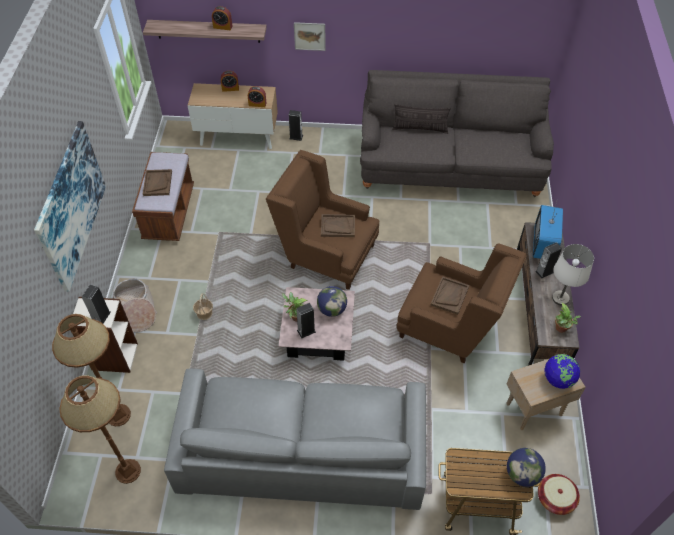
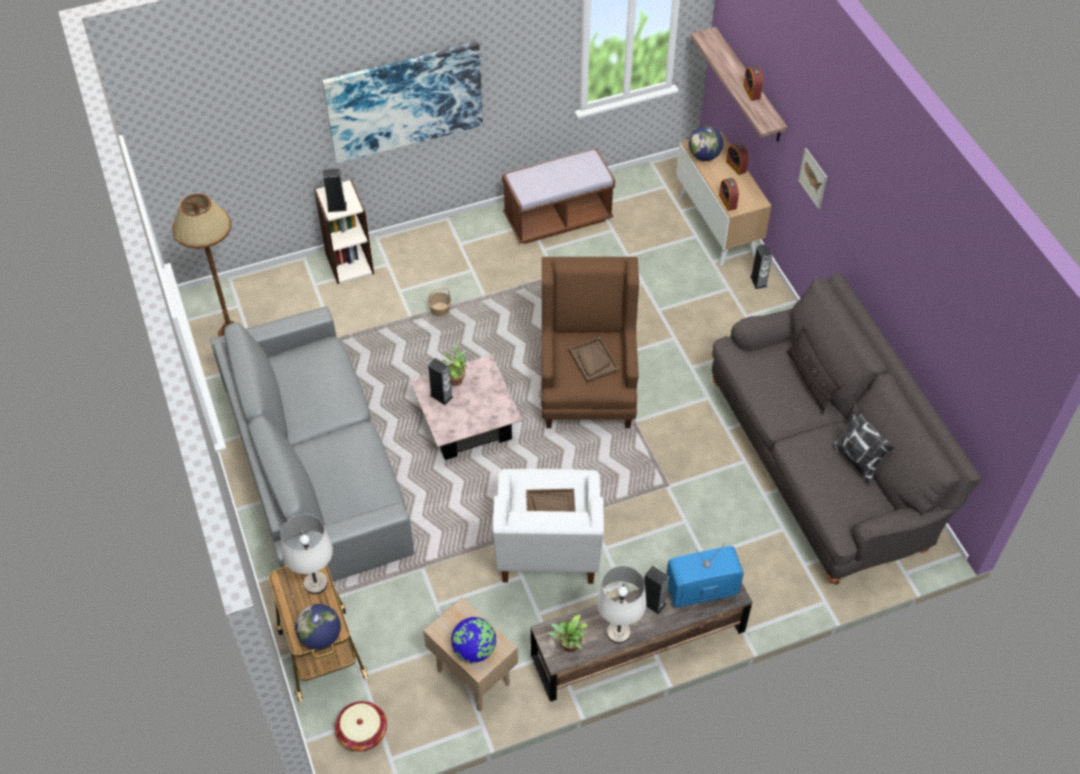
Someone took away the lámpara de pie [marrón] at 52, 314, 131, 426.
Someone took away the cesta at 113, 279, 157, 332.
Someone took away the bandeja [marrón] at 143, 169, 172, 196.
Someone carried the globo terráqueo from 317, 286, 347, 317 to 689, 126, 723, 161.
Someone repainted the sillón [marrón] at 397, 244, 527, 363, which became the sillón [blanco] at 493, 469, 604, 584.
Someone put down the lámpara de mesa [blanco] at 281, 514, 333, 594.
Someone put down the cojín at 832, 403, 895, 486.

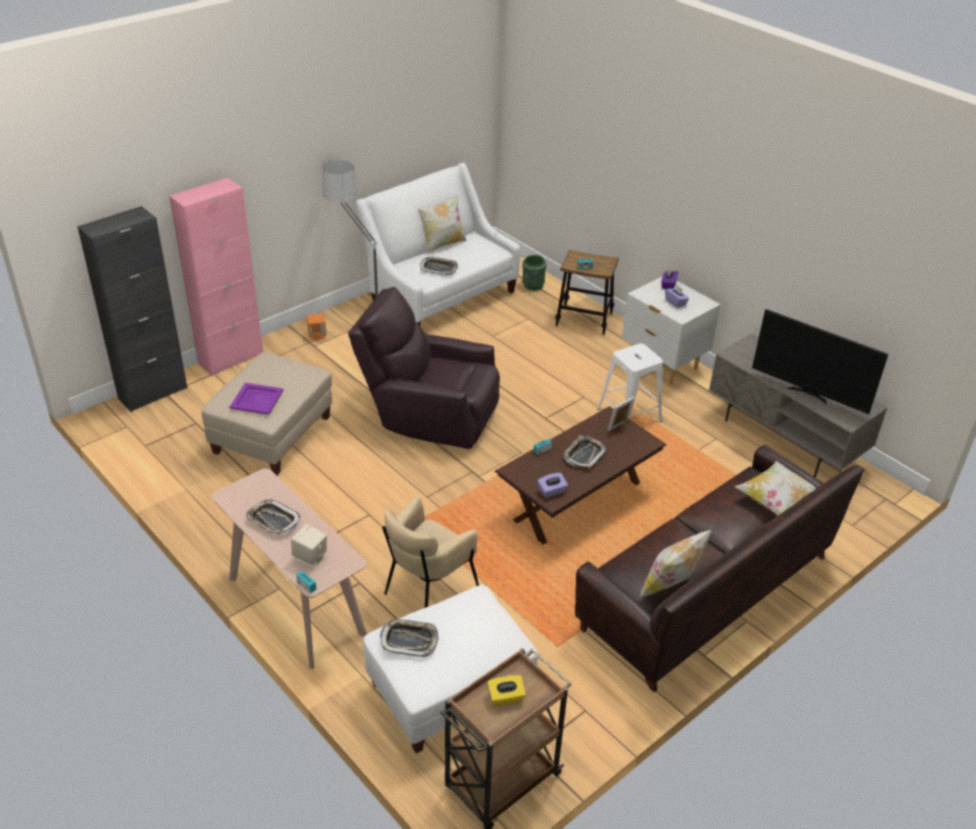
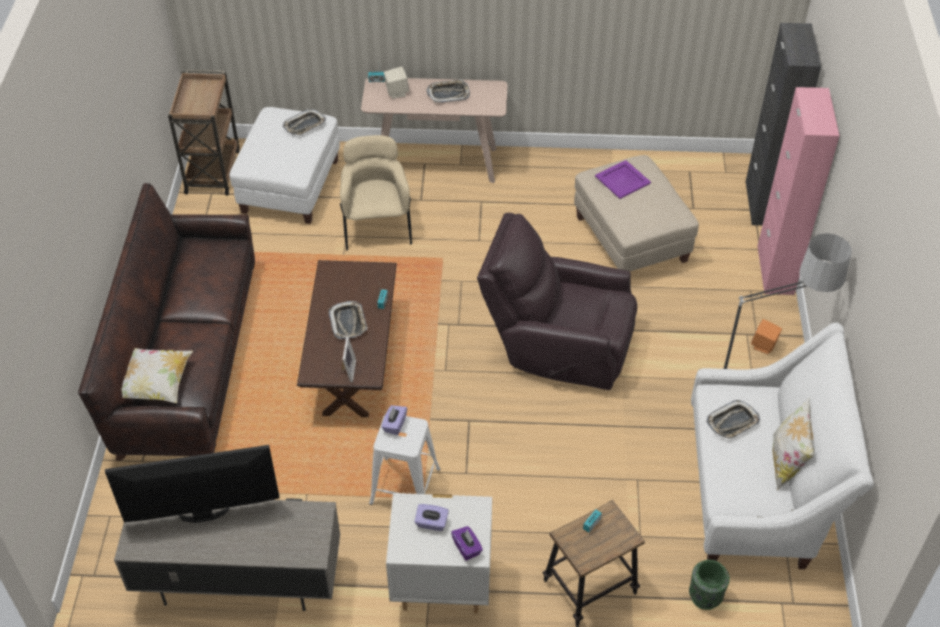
Someone rotated the sillón [marrón] at 348, 287, 500, 449 by 135 degrees counterclockwise.
Someone took away the caja de pañuelos [amarillo] at 487, 675, 526, 706.
Someone carried the caja de pañuelos [morado] from 537, 473, 568, 498 to 381, 405, 407, 435.
Someone took away the cojín at 640, 530, 711, 597.

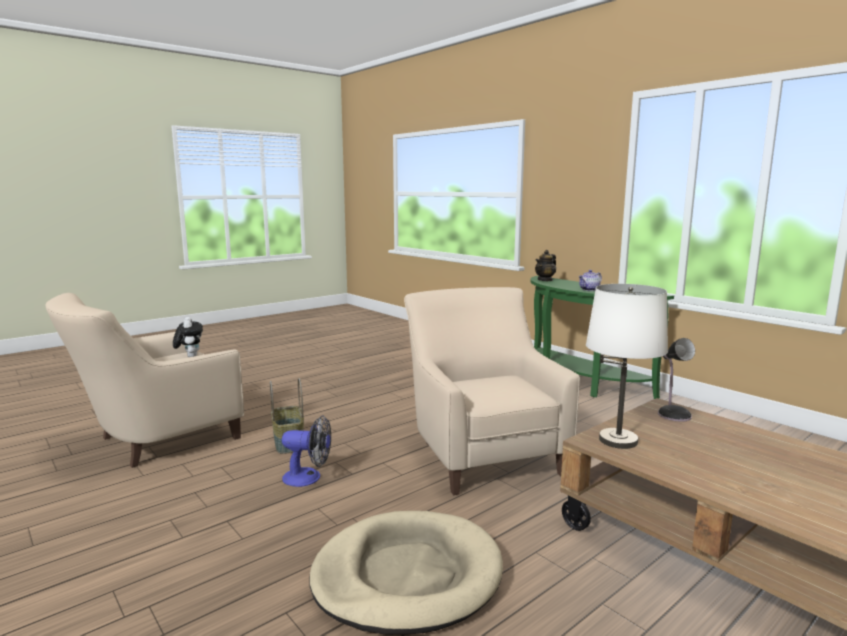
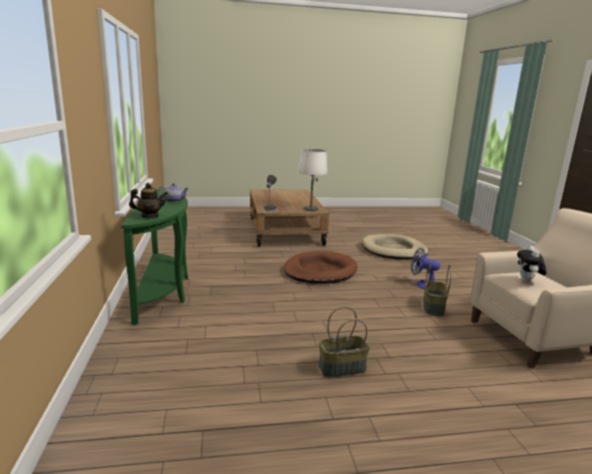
Someone swapped the sillón [beis] at 404, 287, 580, 495 for the cama para perro [marrón] at 284, 251, 357, 284.
Someone put down the cesta at 319, 307, 370, 377.

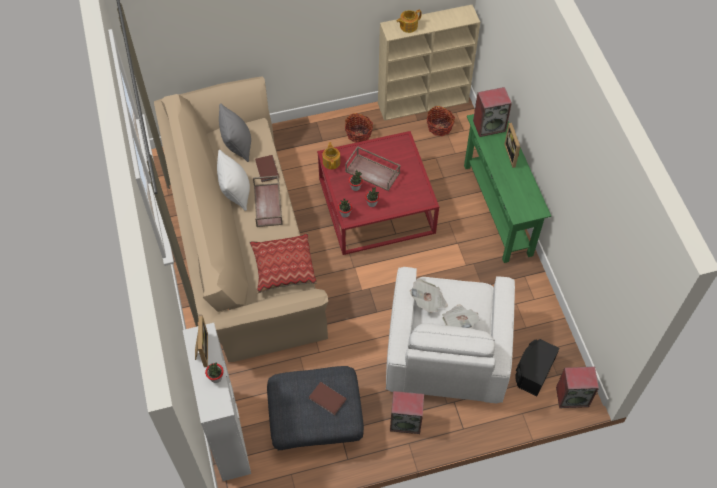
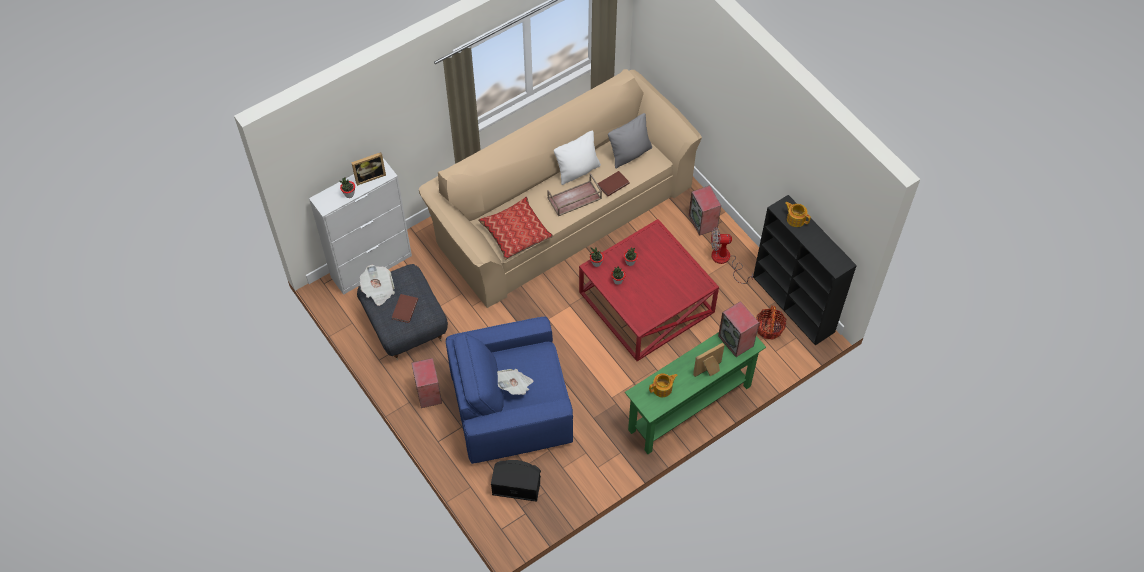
Someone carried the tetera from 323, 142, 340, 170 to 649, 373, 678, 397.
Someone swapped the cesta at 345, 113, 373, 143 for the ventilador at 711, 227, 753, 284.
Someone took away the bandeja [marrón] at 345, 146, 401, 191.
Someone repainted the estantería [beis] at 378, 5, 480, 121, which became the estantería [negro] at 753, 195, 857, 345.
Someone repainted the sillón [blanco] at 386, 267, 515, 404, which became the sillón [azul] at 446, 317, 573, 464.
Someone carried the periódico from 410, 280, 448, 313 to 360, 265, 395, 306.
Someone carried the altavoz from 556, 367, 599, 408 to 689, 185, 721, 236.

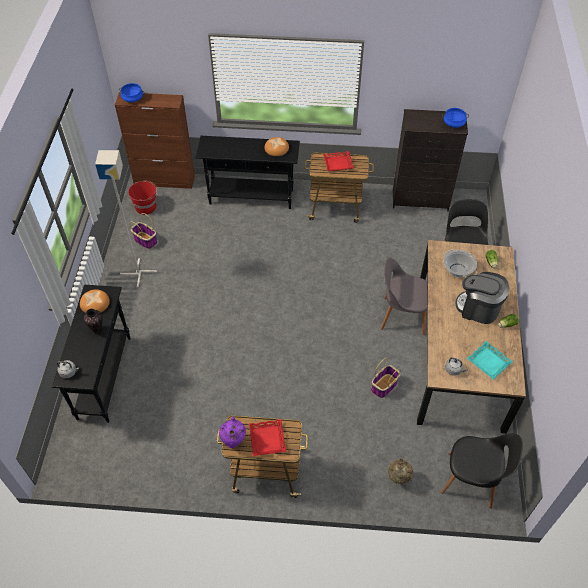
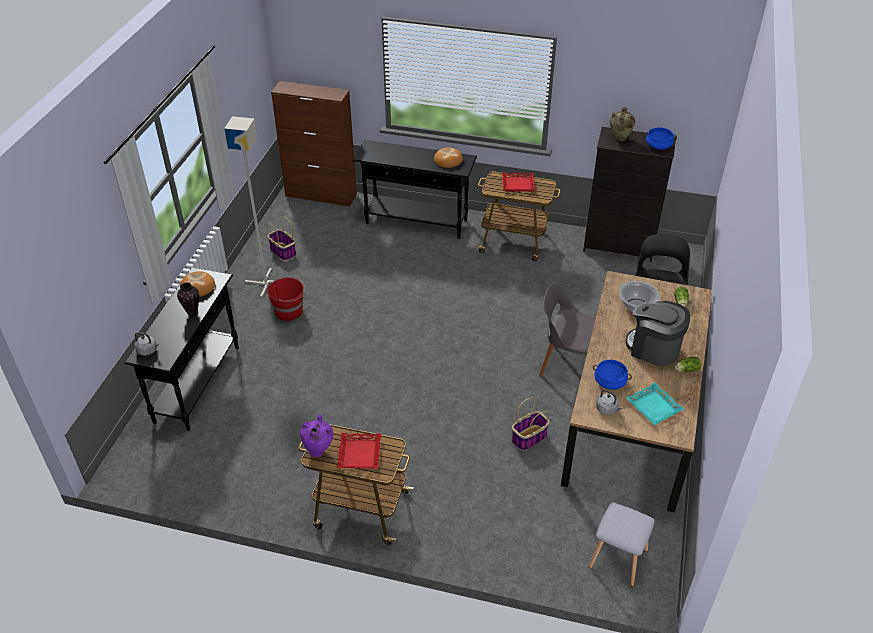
Someone carried the olla [azul] from 119, 83, 145, 102 to 593, 360, 632, 390.
Someone carried the cubo [rojo] from 128, 180, 157, 215 to 267, 277, 305, 321.
Someone carried the florero [beis] from 388, 458, 413, 484 to 610, 107, 635, 141.
Someone swapped the silla [negro] at 441, 434, 523, 509 for the taburete [gris] at 589, 502, 655, 586.

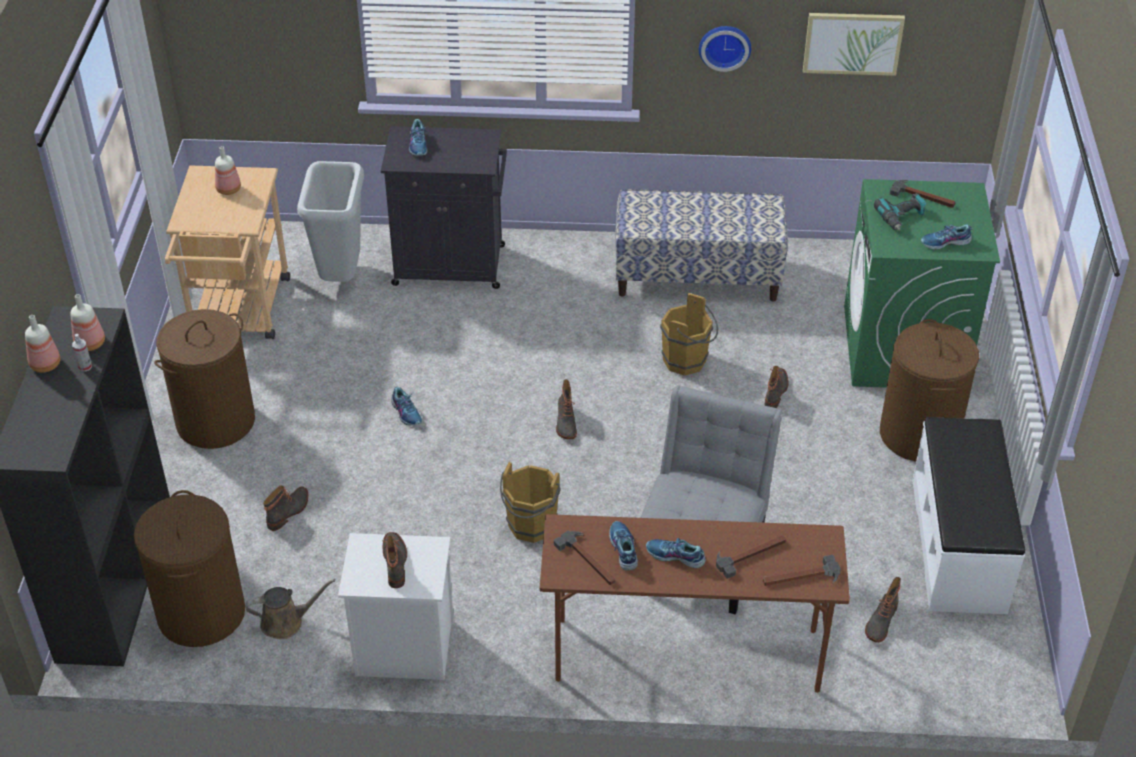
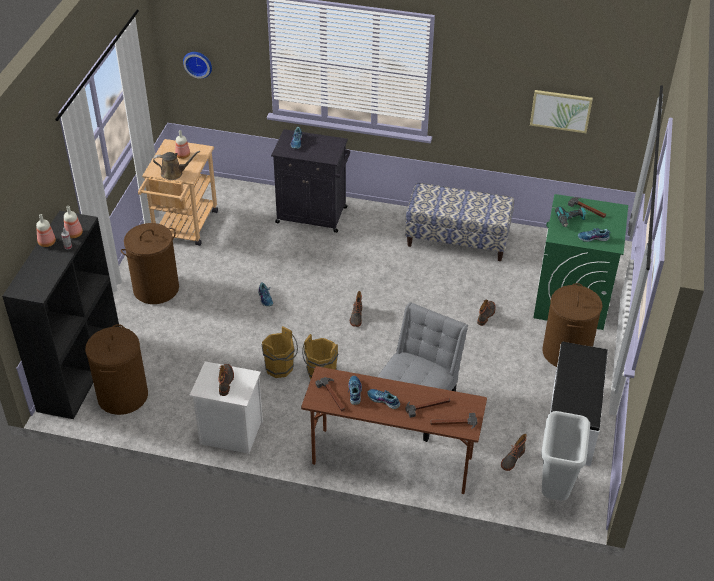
Someone carried the regadera [marrón] from 246, 579, 335, 639 to 153, 151, 200, 180.
Someone took away the bota at 263, 485, 308, 531.
Someone carried the papelera [gris] from 297, 161, 364, 282 to 541, 411, 590, 501.
Someone carried the cubo [marrón] from 660, 293, 718, 375 to 262, 326, 298, 378.
Someone carried the reloj de pared from 699, 26, 751, 72 to 183, 52, 212, 79.

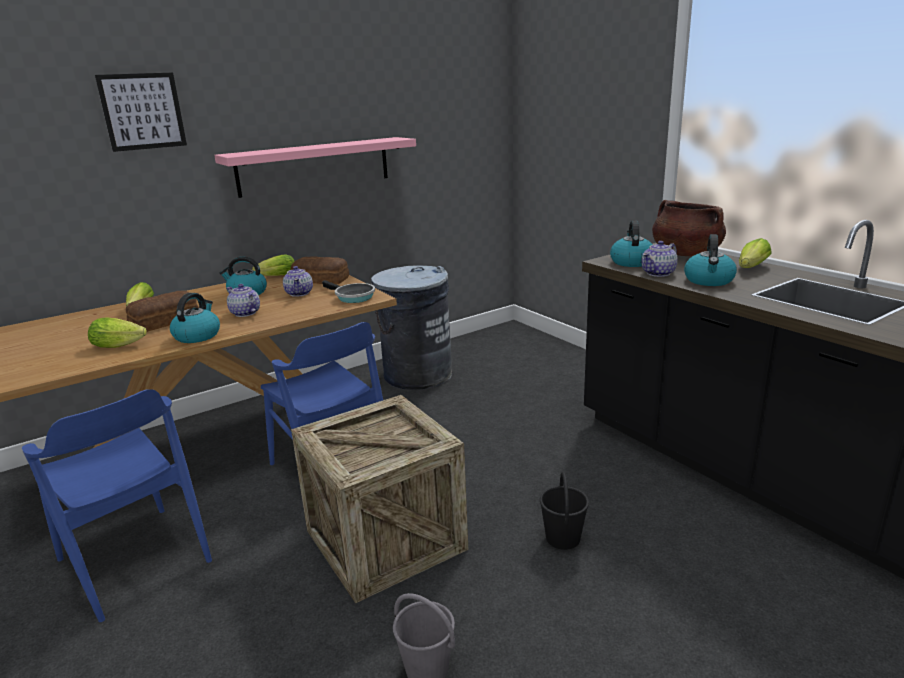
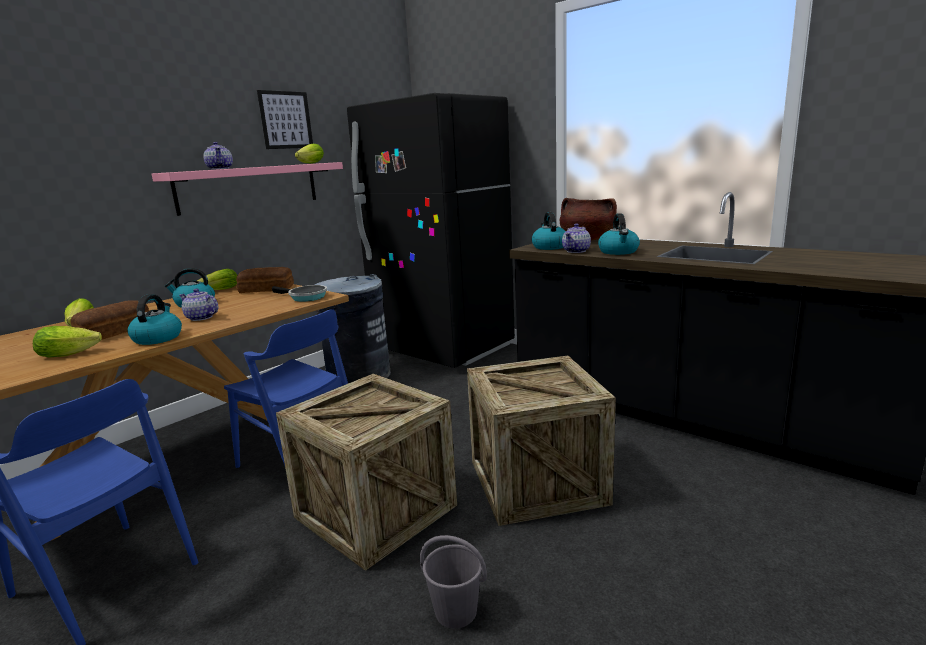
Someone carried the cuadro from 95, 73, 187, 152 to 257, 90, 313, 149.
Someone carried the tetera from 283, 266, 313, 297 to 203, 142, 233, 170.
Someone swapped the cubo [negro] at 540, 472, 589, 550 for the caja de embalaje at 467, 356, 616, 526.
Someone carried the lechuga from 739, 238, 772, 268 to 295, 144, 324, 164.
Someone put down the nevera [negro] at 347, 93, 515, 368.

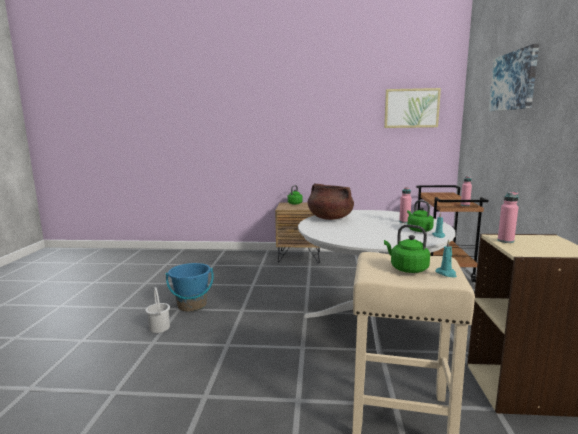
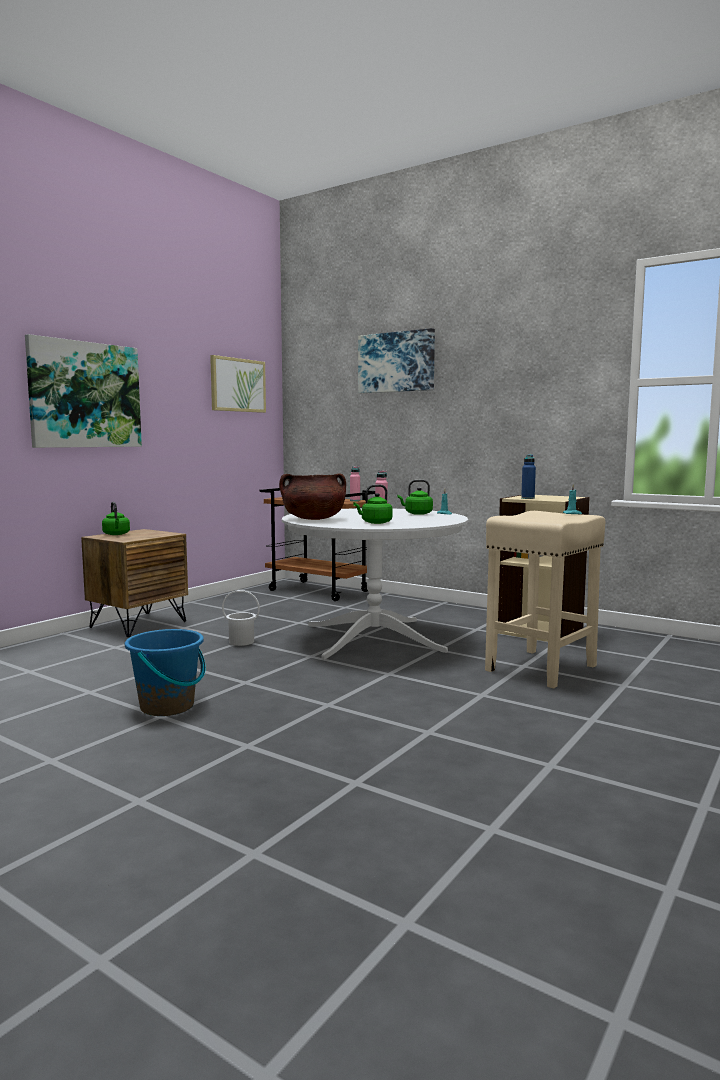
Someone carried the cubo [blanco] from 145, 287, 170, 333 to 222, 590, 260, 646.
Someone carried the hervidor [verde] from 384, 224, 430, 273 to 353, 484, 392, 524.
Someone repainted the botella [rosa] at 498, 192, 518, 243, which became the botella [azul] at 521, 454, 536, 499.
Someone put up the cuadro at 25, 334, 142, 448.

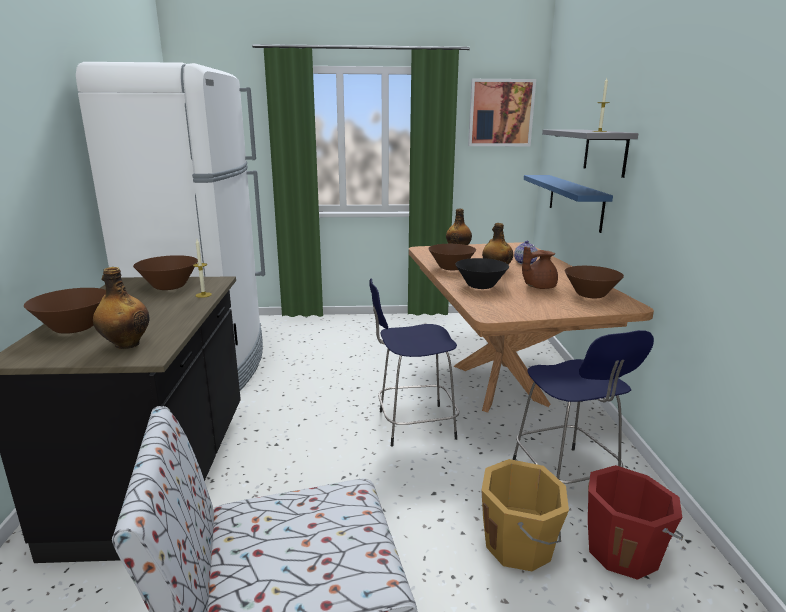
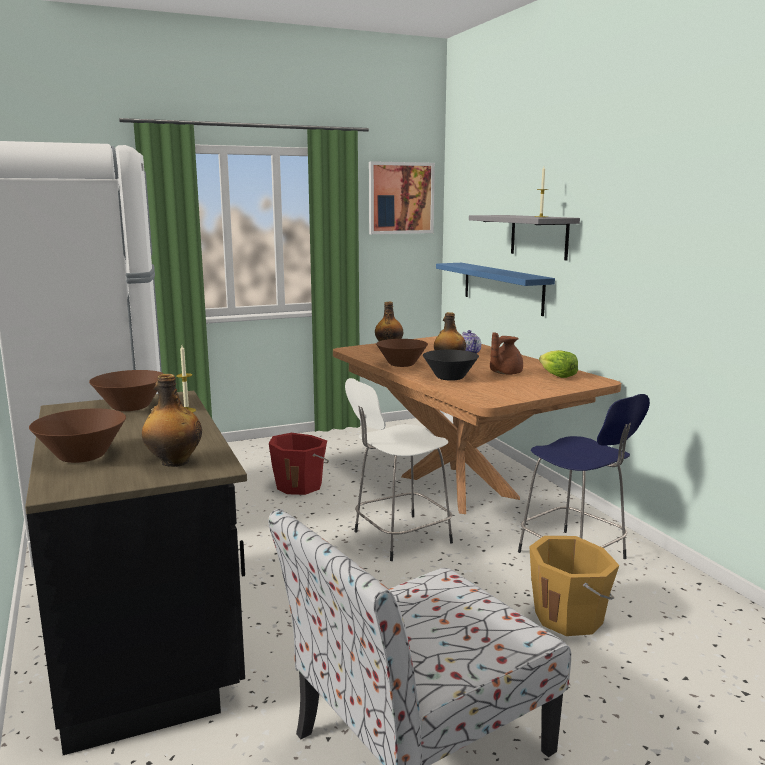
Someone repainted the taburete [azul] at 369, 279, 459, 447, which became the taburete [blanco] at 345, 378, 453, 561.
Someone swapped the cuenco [marrón] at 565, 266, 624, 298 for the lechuga at 539, 350, 578, 378.
Someone carried the cubo [rojo] from 588, 465, 683, 580 to 269, 433, 329, 495.

